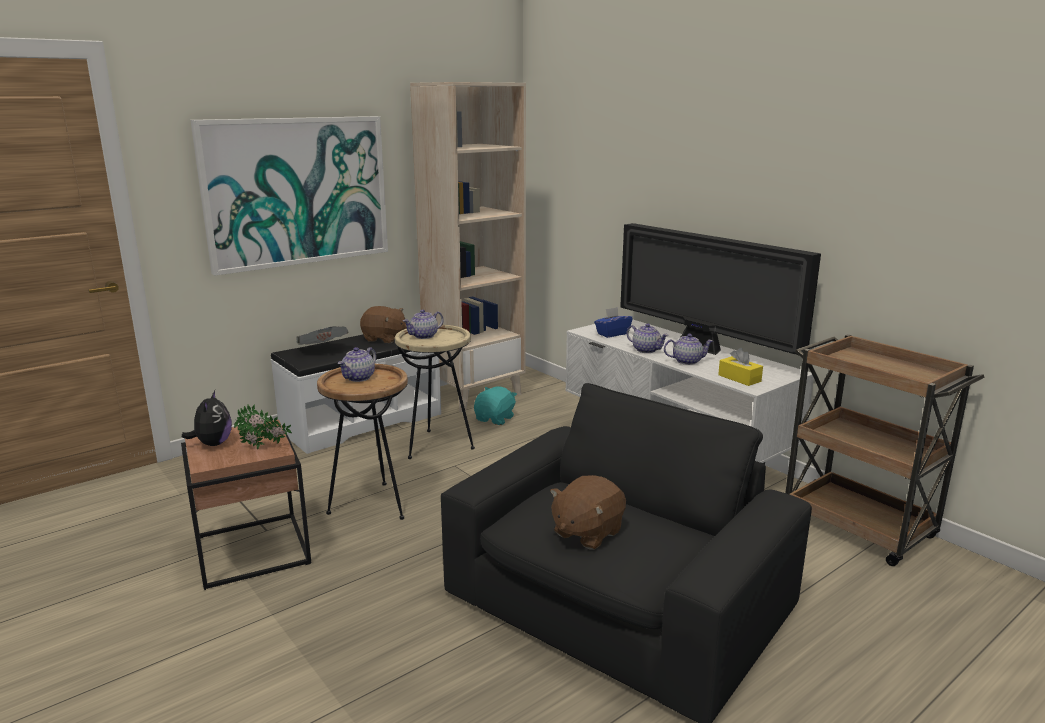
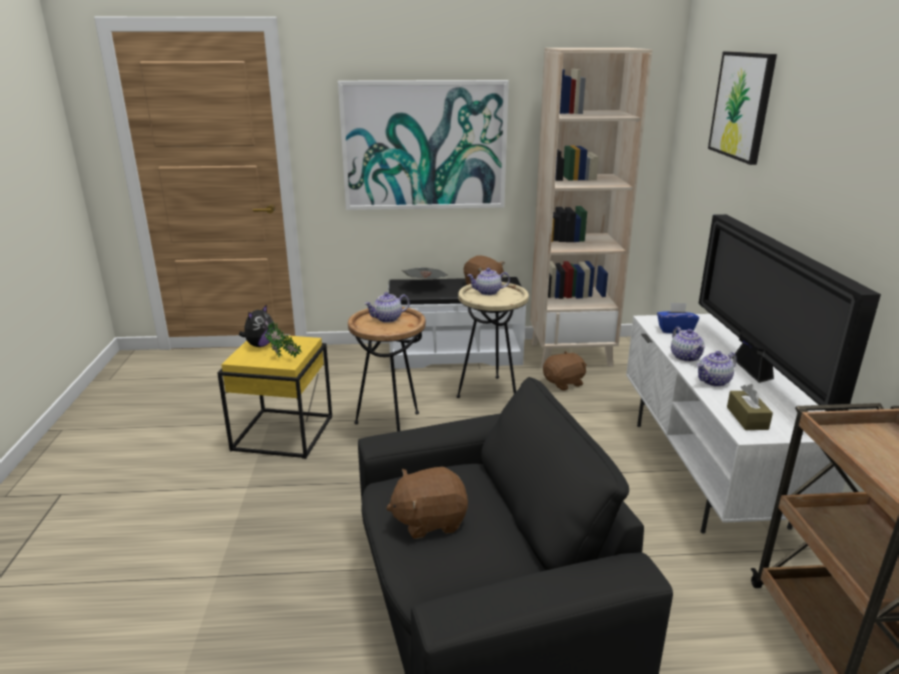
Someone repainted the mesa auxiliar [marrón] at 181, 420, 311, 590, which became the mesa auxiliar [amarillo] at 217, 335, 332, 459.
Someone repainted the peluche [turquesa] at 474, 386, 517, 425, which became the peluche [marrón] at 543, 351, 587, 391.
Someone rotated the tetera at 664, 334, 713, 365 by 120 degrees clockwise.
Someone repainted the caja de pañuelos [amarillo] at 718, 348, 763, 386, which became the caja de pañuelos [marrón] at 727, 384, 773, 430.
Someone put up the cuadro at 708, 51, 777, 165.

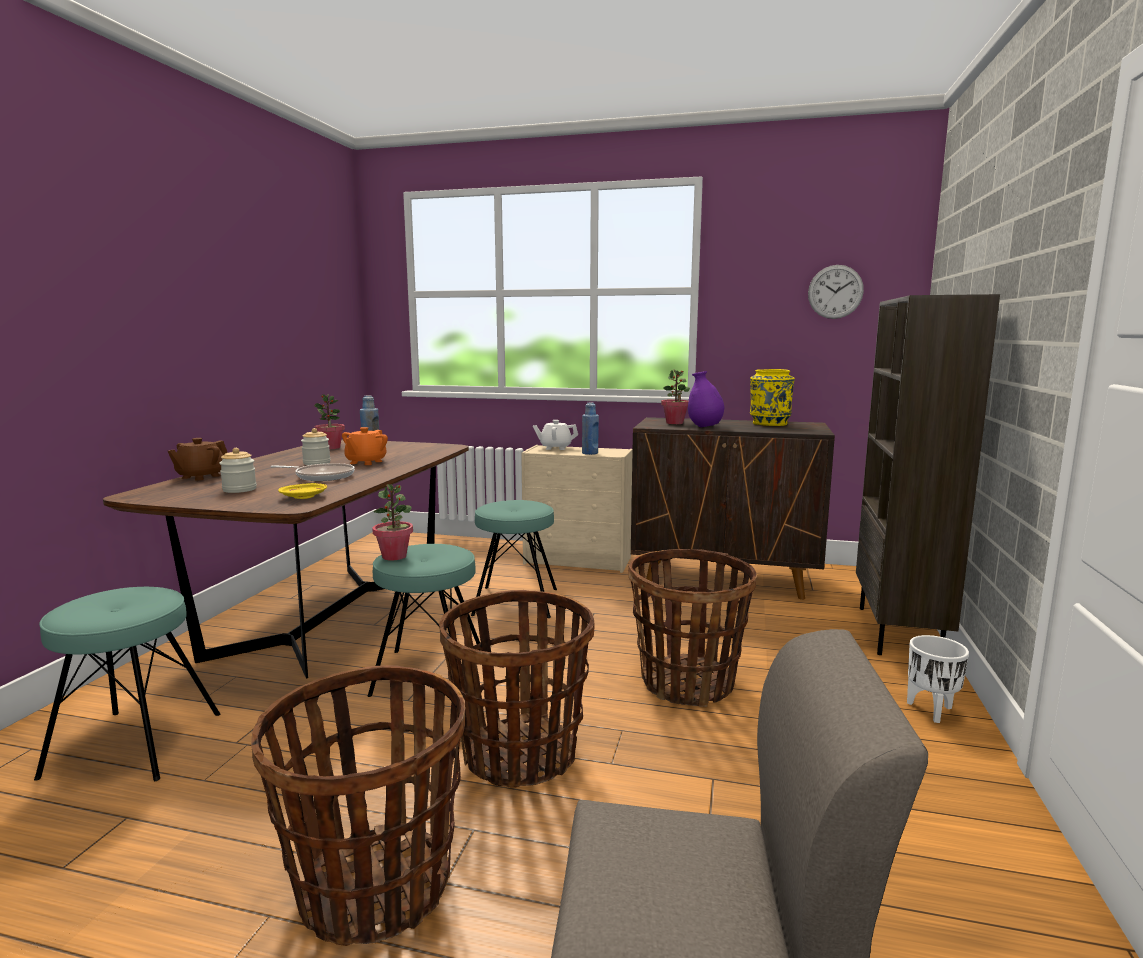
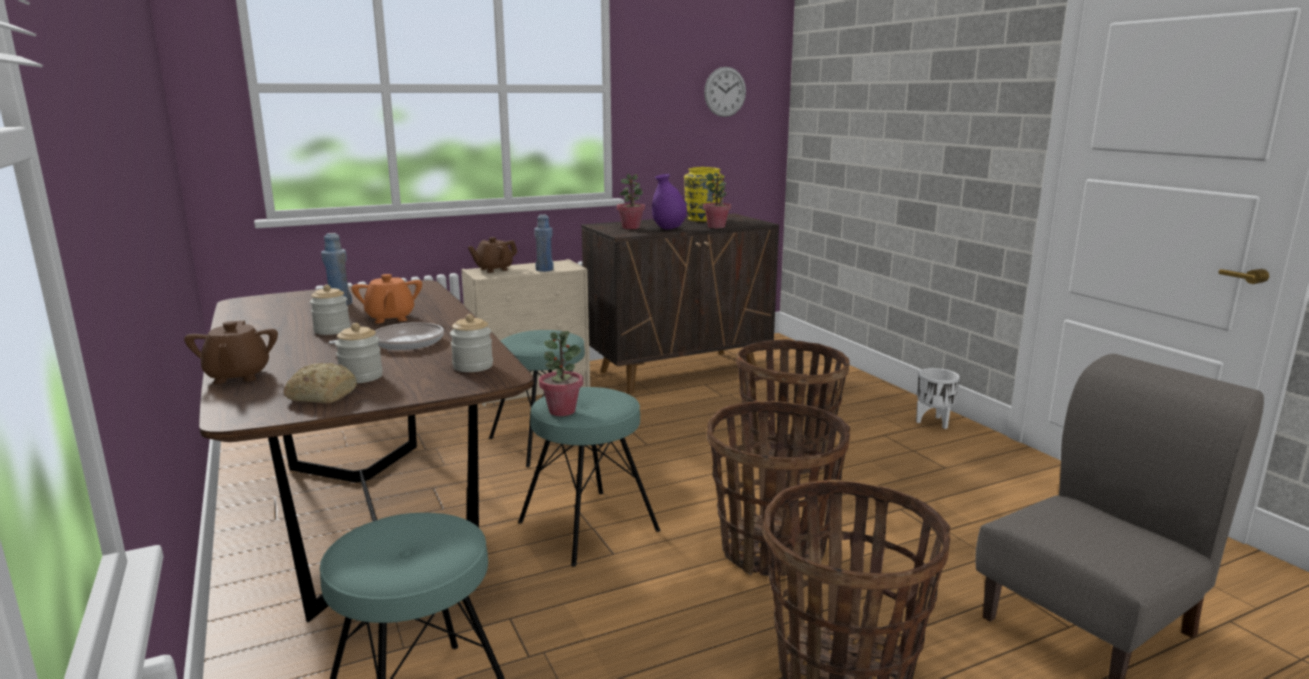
Someone swapped the plato [amarillo] at 278, 483, 327, 499 for the tarro at 450, 314, 493, 372.
Someone carried the planta en maceta from 314, 394, 345, 449 to 703, 173, 731, 228.
Someone repainted the tetera [blanco] at 533, 420, 578, 450, which became the tetera [marrón] at 468, 237, 517, 273.
Someone took away the estantería [marrón] at 856, 294, 1000, 655.
Someone put down the pan at 283, 363, 357, 403.

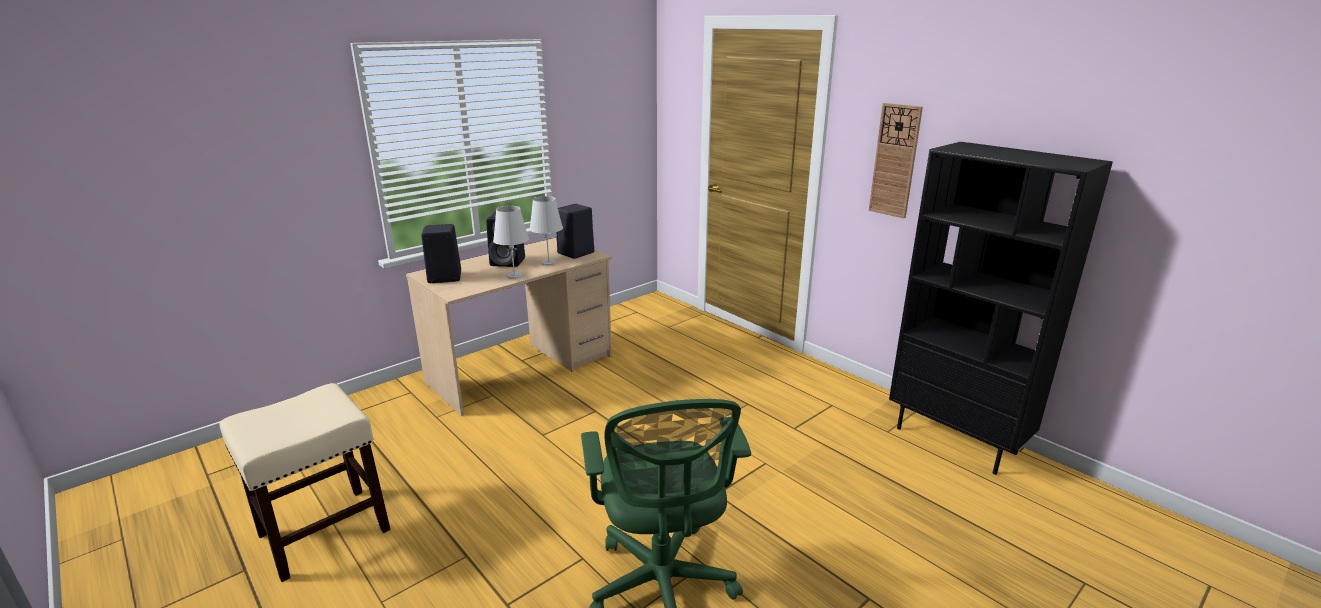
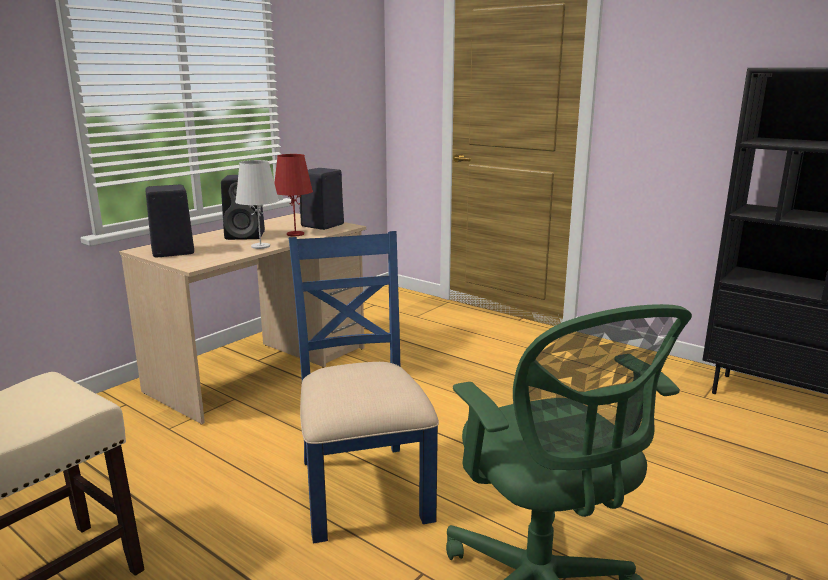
Someone repainted the lámpara de mesa [blanco] at 529, 196, 563, 265, which became the lámpara de mesa [rojo] at 274, 154, 313, 236.
Someone took away the reloj de pared at 869, 103, 923, 218.
Someone put down the silla [azul] at 289, 231, 439, 543.

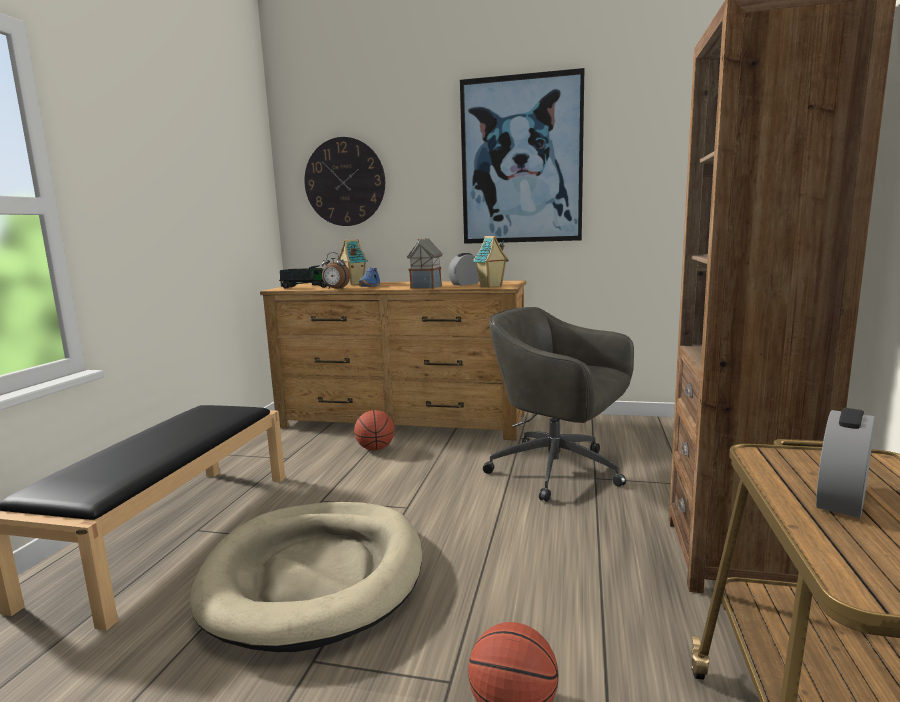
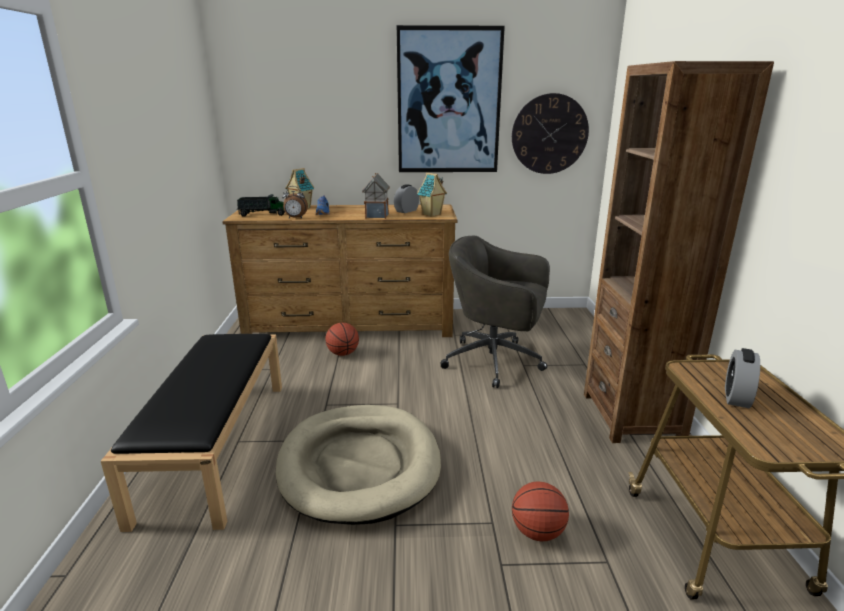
Someone carried the reloj de pared from 304, 137, 385, 226 to 512, 93, 589, 174.

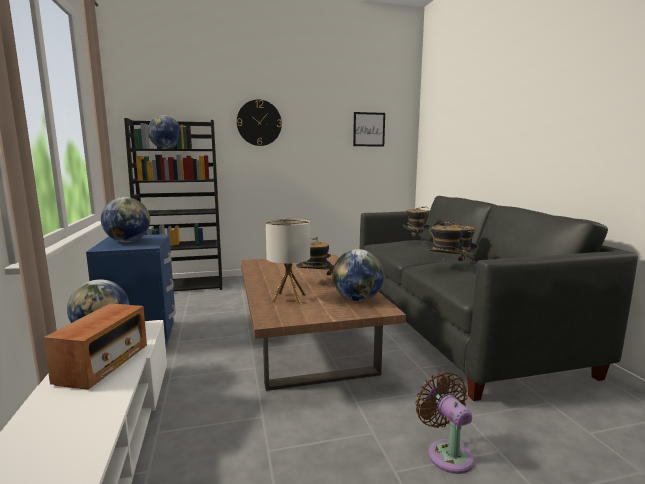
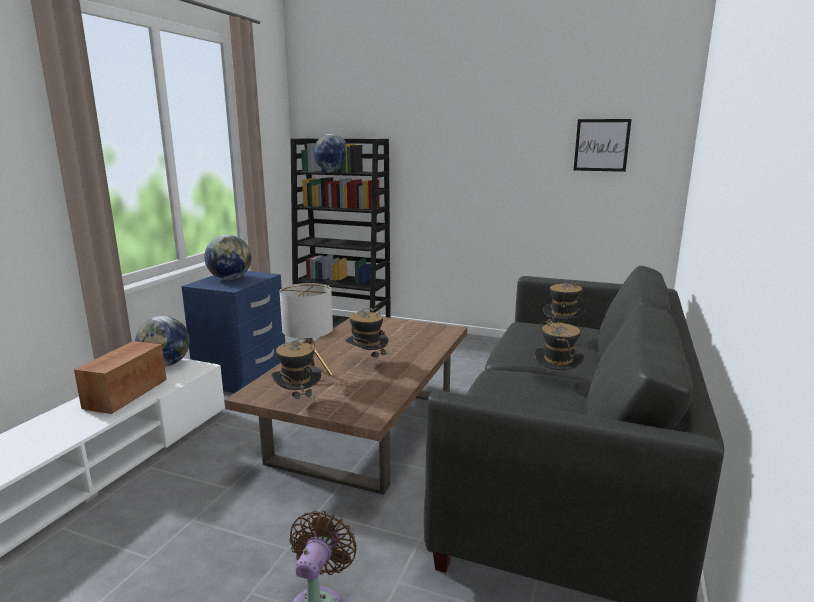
Someone rotated the radio at 43, 303, 147, 390 by 150 degrees clockwise.
Someone took away the reloj de pared at 237, 99, 282, 146.
Someone took away the globo terráqueo at 333, 249, 384, 301.
Someone carried the sombrero from 426, 221, 467, 268 to 271, 339, 321, 411.

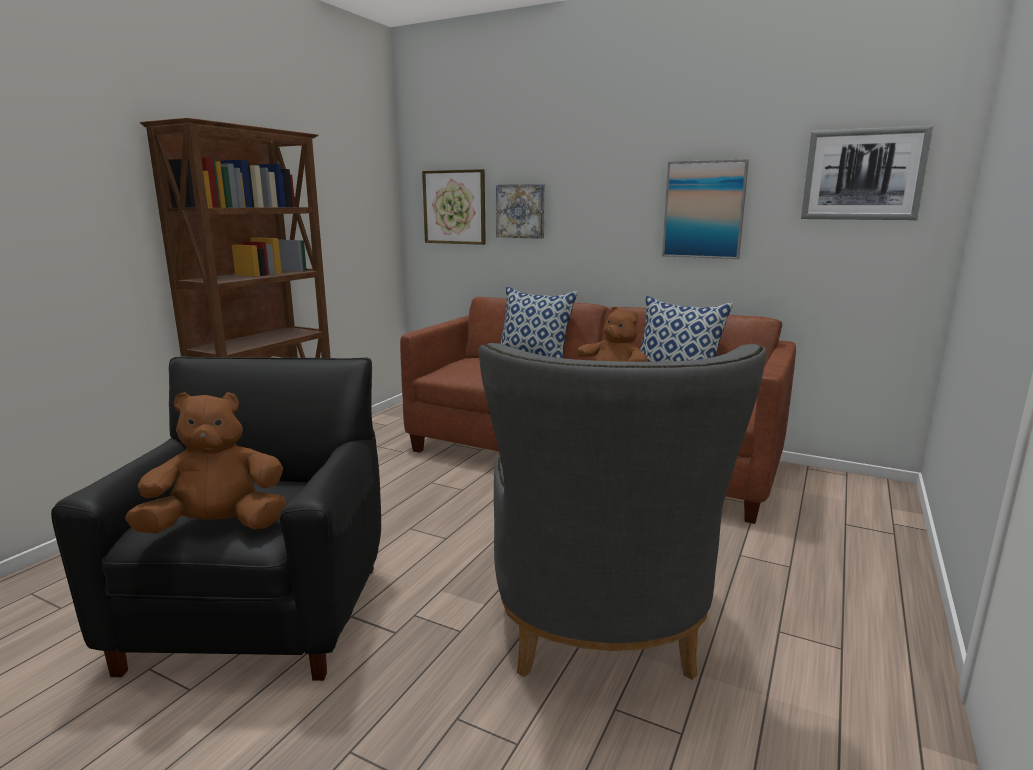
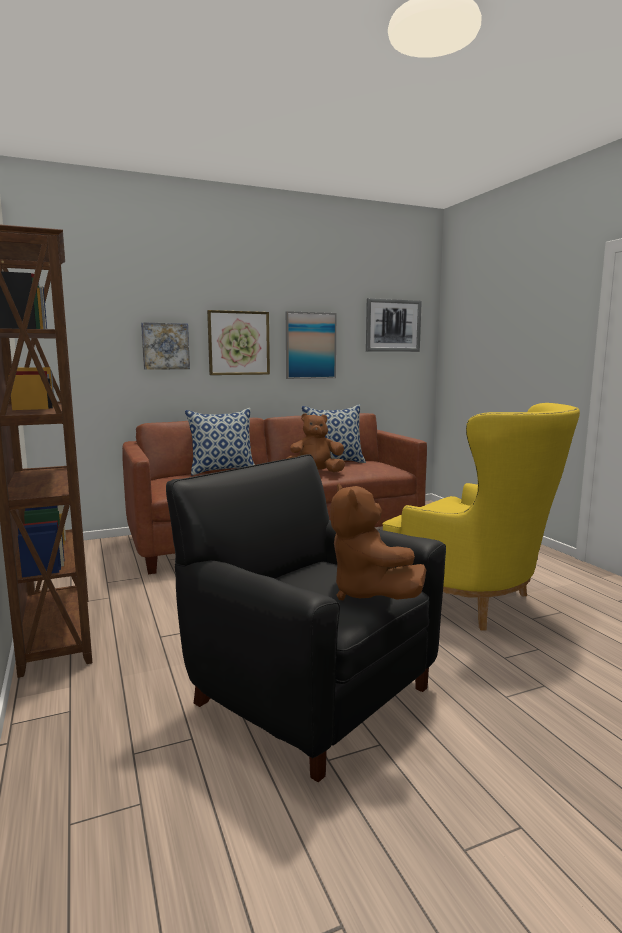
Someone rotated the peluche [marrón] at 125, 392, 287, 534 by 45 degrees counterclockwise.
Someone carried the cuadro from 422, 169, 486, 245 to 207, 310, 270, 375.
Someone repainted the sillón [gris] at 479, 343, 767, 680, which became the sillón [amarillo] at 383, 403, 580, 631.

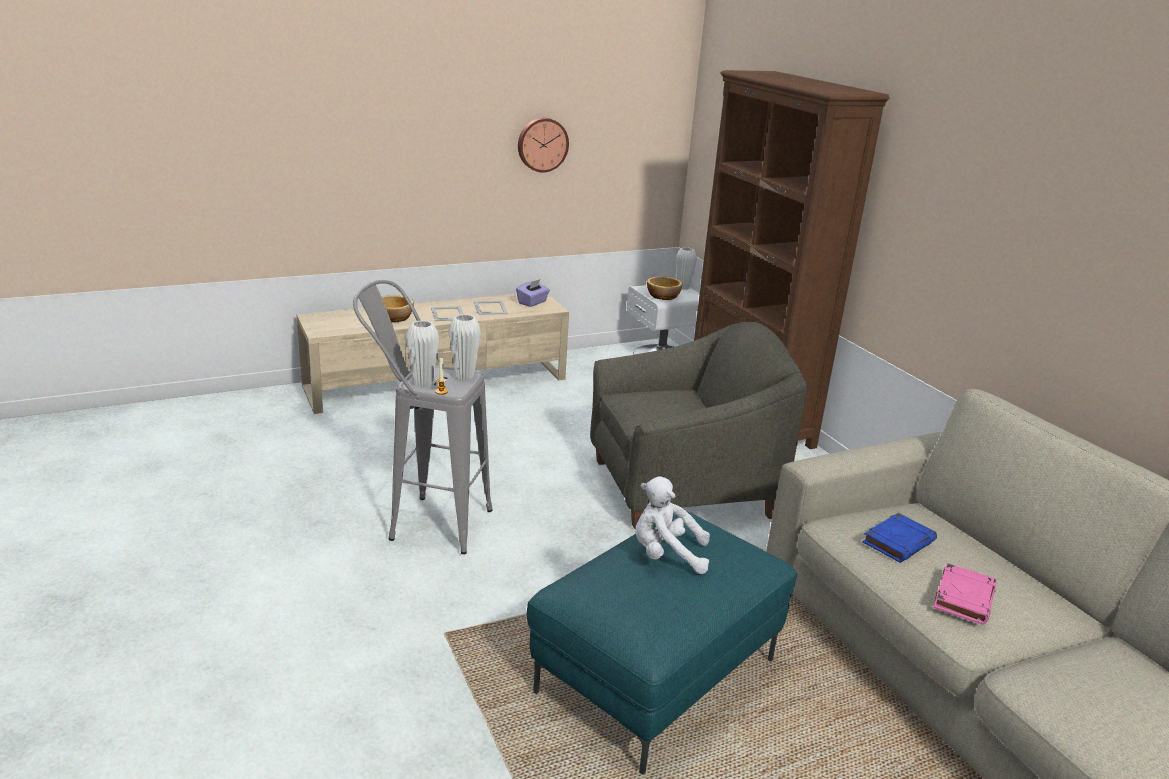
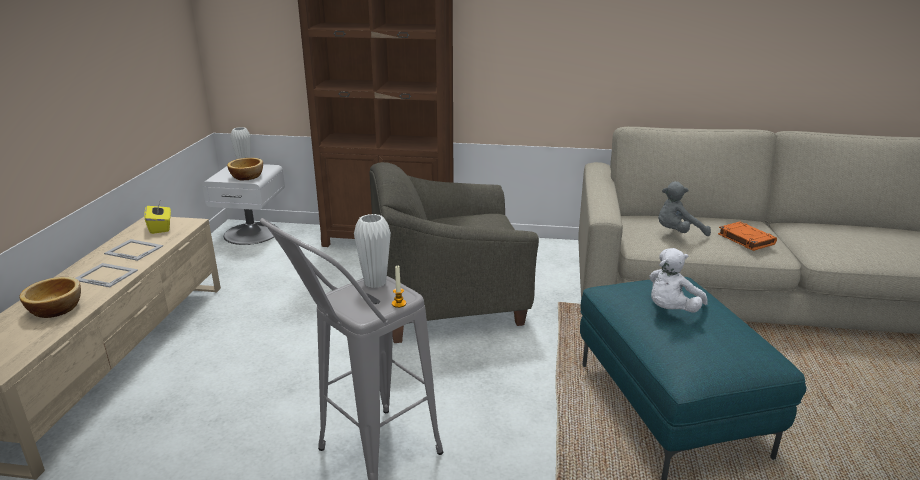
Someone took away the florero [blanco] at 406, 320, 439, 387.
Someone repainted the caja de pañuelos [morado] at 516, 279, 550, 307, which became the caja de pañuelos [amarillo] at 144, 202, 171, 234.
Someone took away the reloj de pared at 518, 118, 569, 172.
Someone rotated the sillón [gris] at 590, 322, 807, 529 by 120 degrees counterclockwise.
Someone swapped the libro [azul] at 862, 513, 937, 563 for the peluche [gris] at 658, 181, 711, 236.
Someone repainted the libro [rosa] at 933, 563, 996, 625, which became the libro [naranja] at 718, 222, 777, 251.

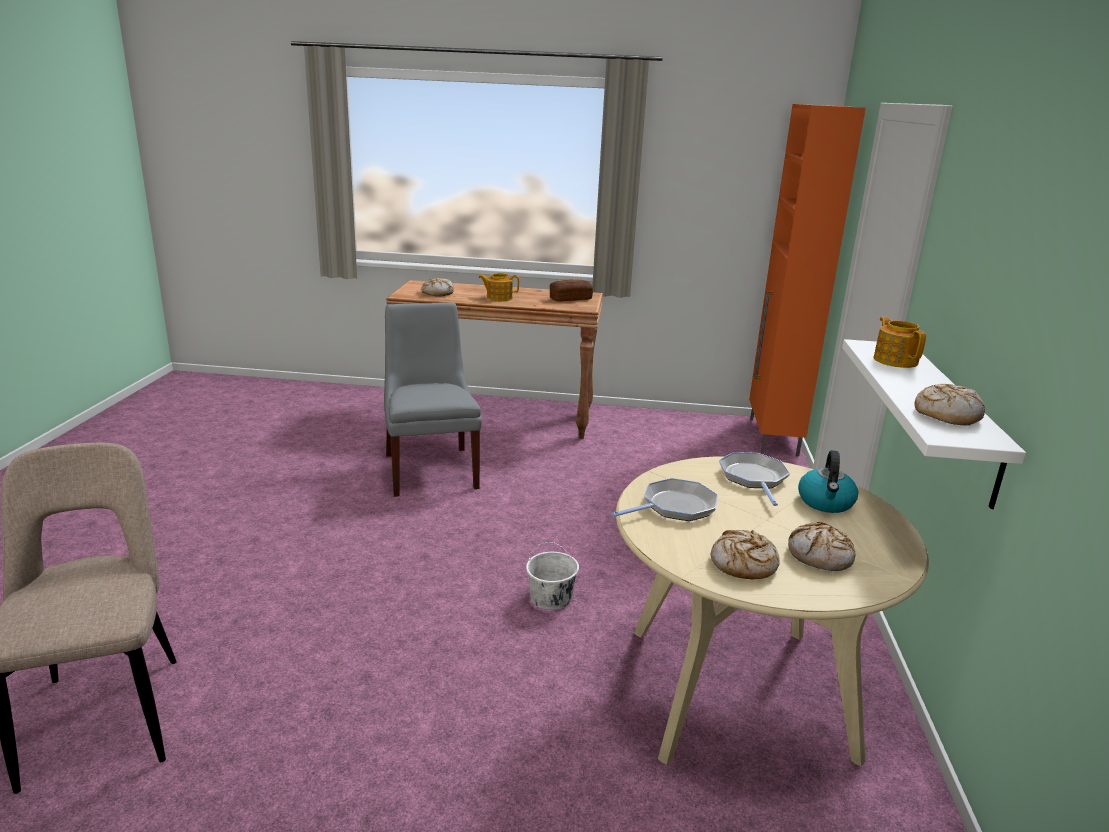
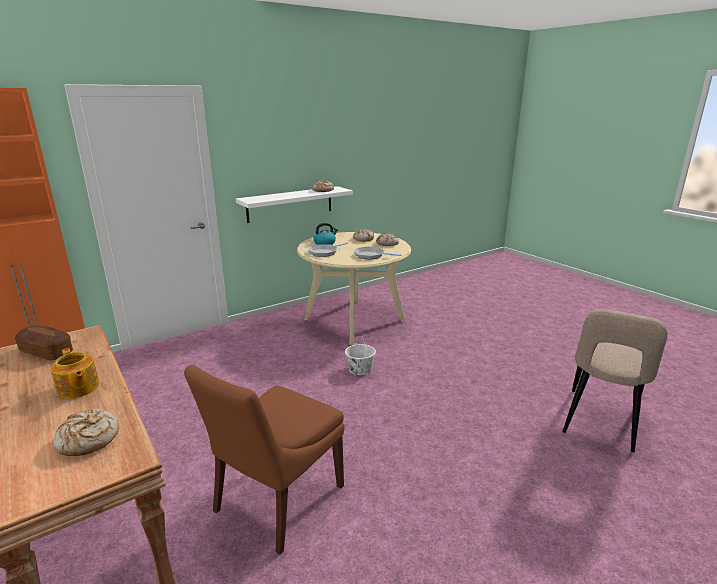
Someone repainted the silla [gris] at 384, 302, 482, 497, which became the silla [marrón] at 184, 365, 344, 555.
Someone took away the tetera at 874, 317, 926, 368.

